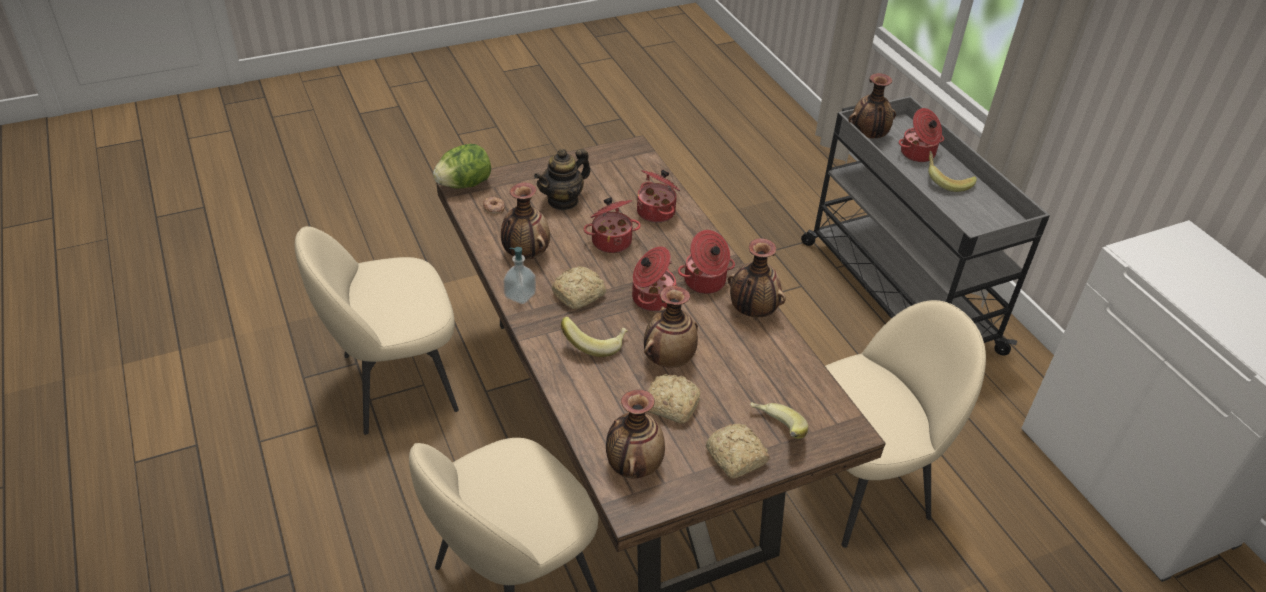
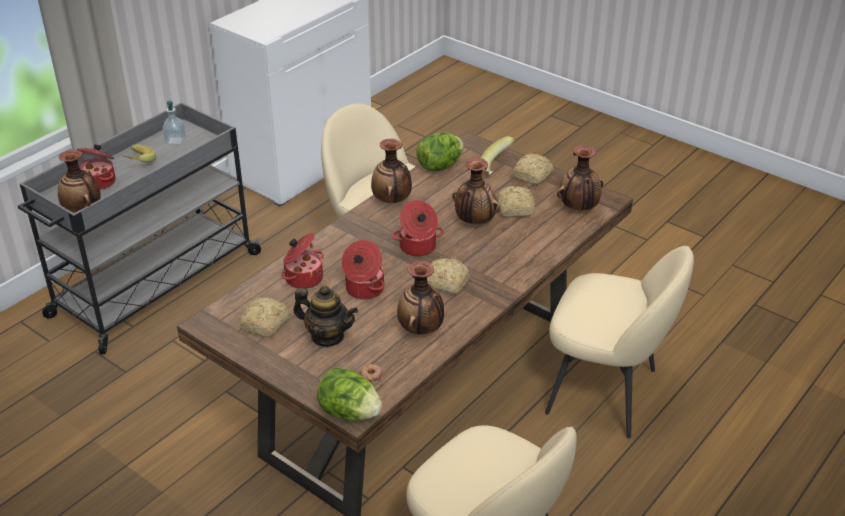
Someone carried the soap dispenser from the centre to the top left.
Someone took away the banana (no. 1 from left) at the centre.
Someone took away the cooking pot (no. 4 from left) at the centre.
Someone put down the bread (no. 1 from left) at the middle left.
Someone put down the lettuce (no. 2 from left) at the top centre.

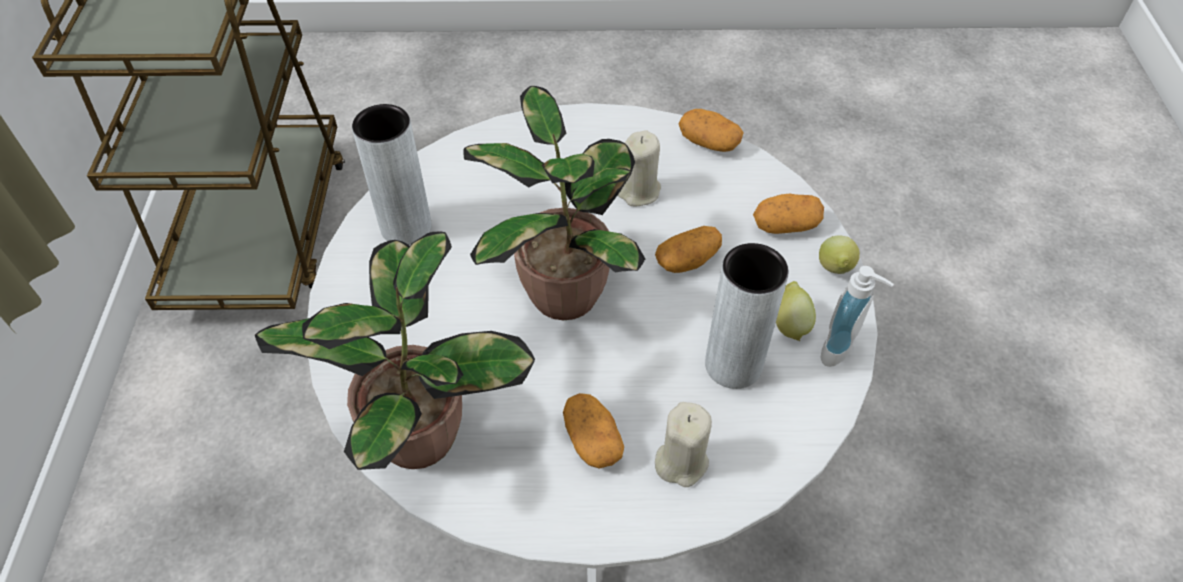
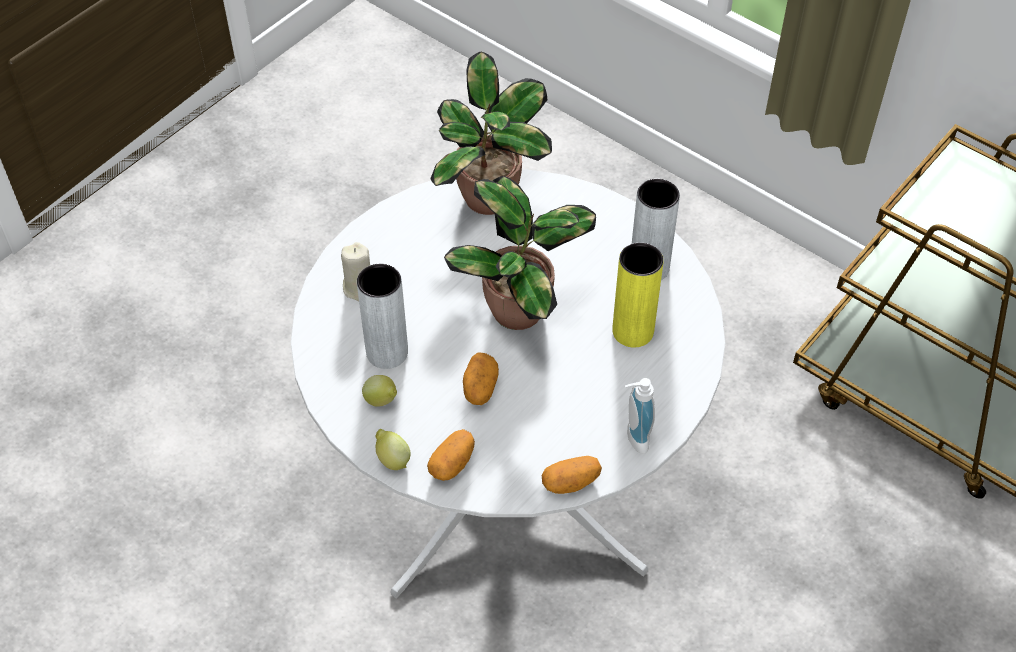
Someone took away the potato (no. 1 from left) at the bottom centre.
Someone took away the beige candle (no. 1 from left) at the top centre.
Someone carried the soap dispenser from the middle right to the centre.
Someone put down the yellow vase at the centre.

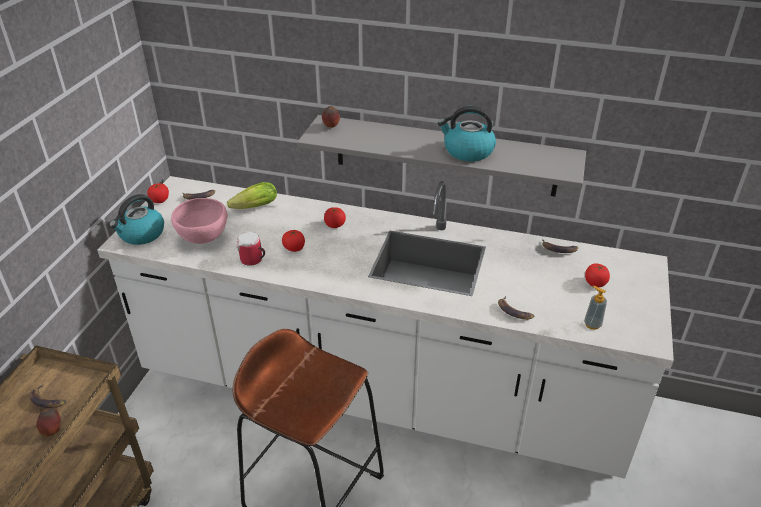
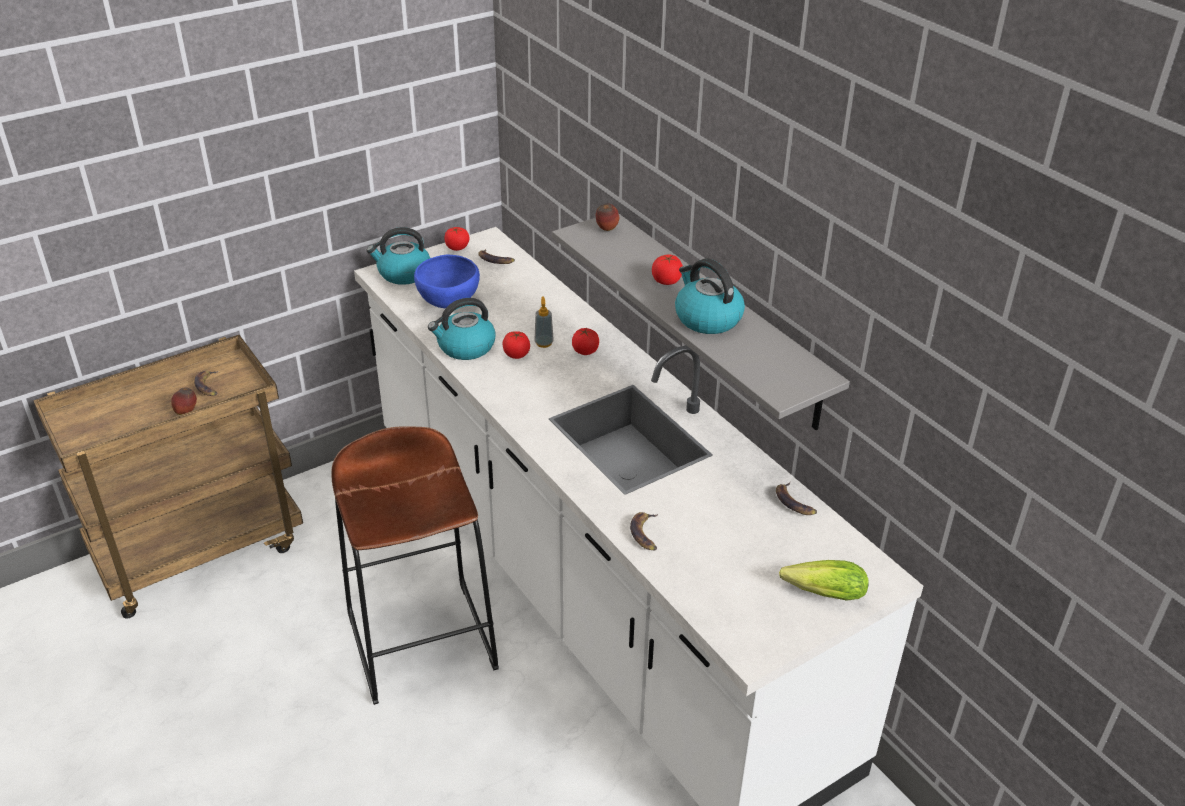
Someone repainted the pink bowl at the middle left, which became the blue bowl at the centre.
Someone carried the lettuce from the middle left to the bottom right.
Someone swapped the mug at the middle left for the kettle (no. 2 from left) at the centre.
Someone carried the soap dispenser from the middle right to the centre.
Someone carried the tomato (no. 4 from left) from the middle right to the centre.

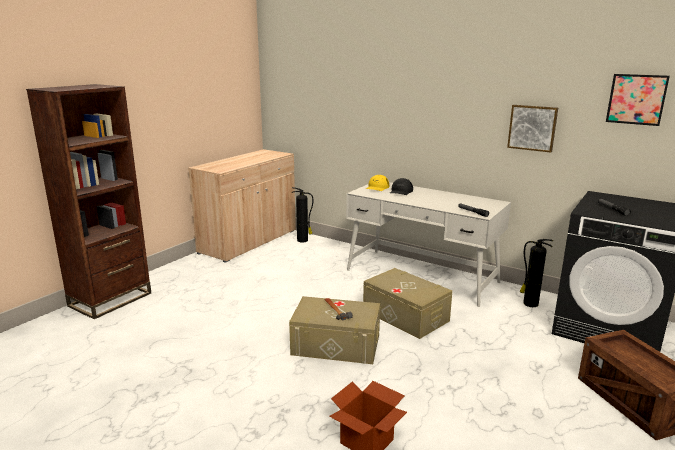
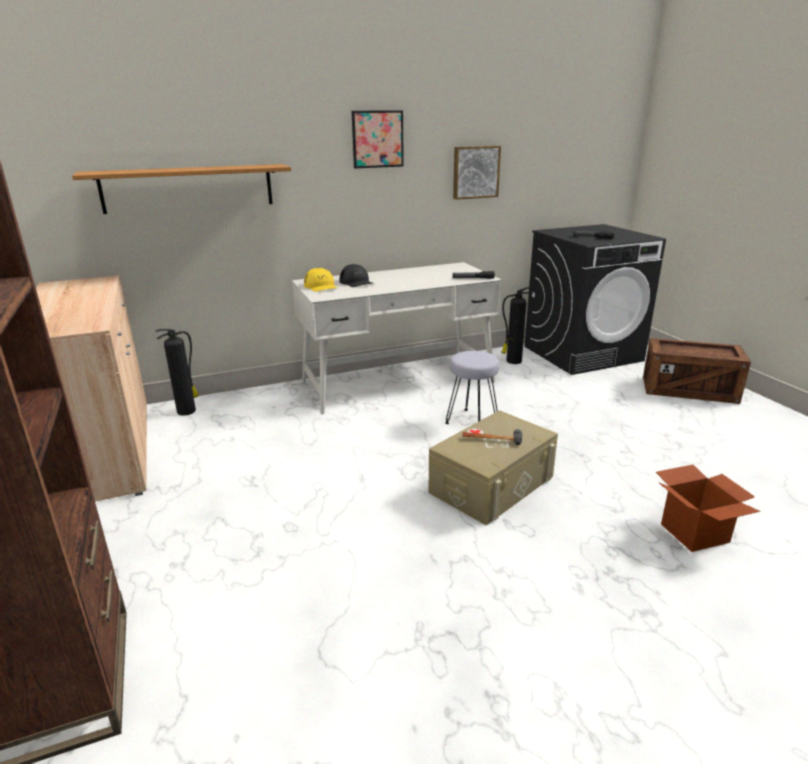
Someone swapped the beige storage box (no. 2 from left) at the bottom centre for the grey stool at the centre.
Someone carried the picture (no. 2 from left in the first image) from the top right to the top centre.
Someone put up the shelf at the top left.

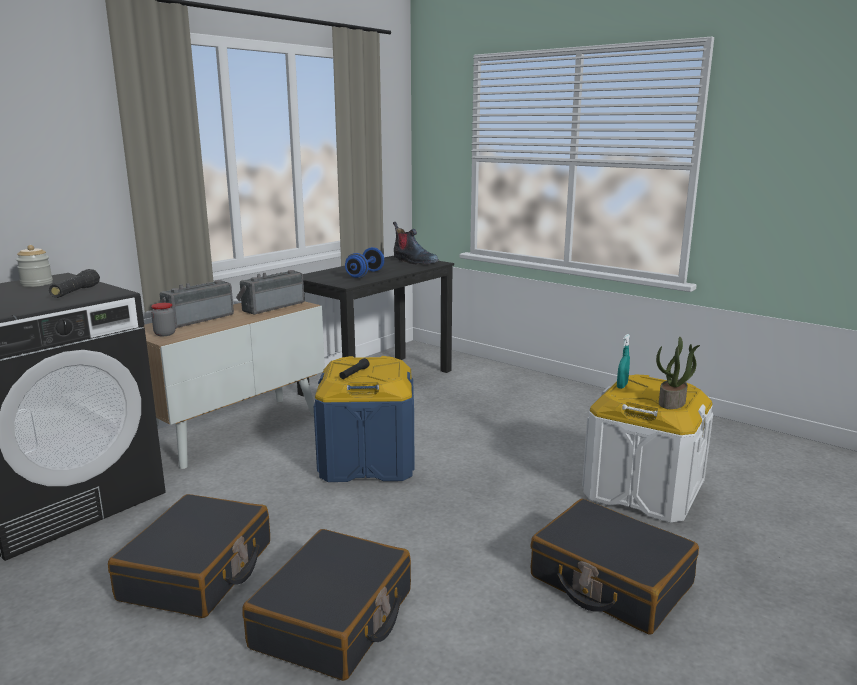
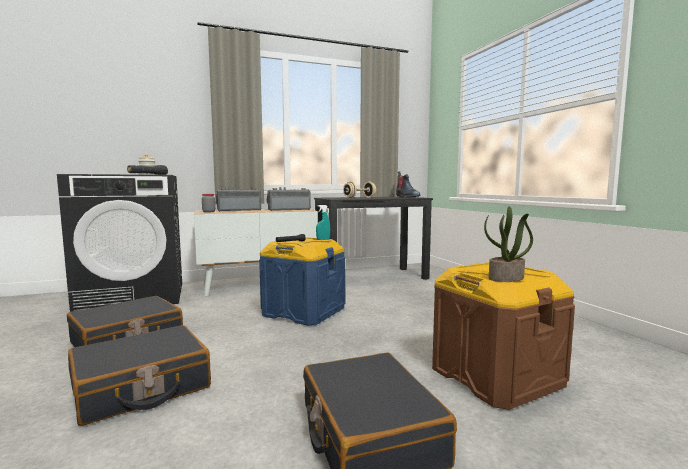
Someone repainted the blue dumbbell at the centre, which became the beige dumbbell at the centre.
Someone repainted the white storage box at the middle right, which became the brown storage box at the bottom right.
Someone carried the turquoise spray bottle from the middle right to the centre.

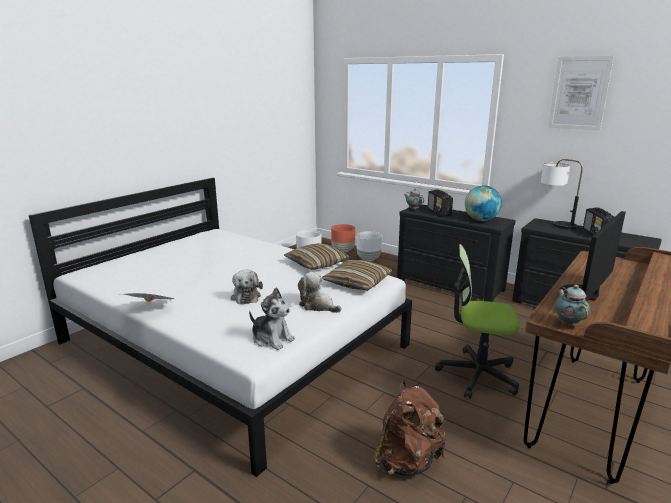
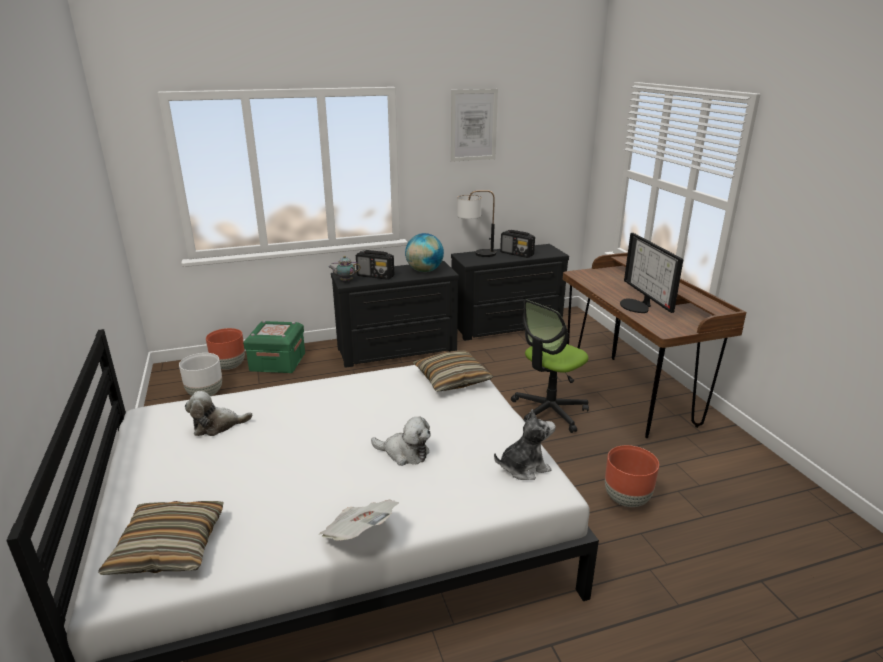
Someone carried the pillow (no. 1 from left) from the centre to the bottom left.
Someone carried the plush toy (no. 3 from left in the first image) from the centre to the middle left.
Someone swapped the white planter (no. 2 from left) at the centre for the green storage box at the middle left.
Someone swapped the brown backpack at the bottom centre for the brown planter (no. 2 from left) at the bottom right.
Someone took away the teapot (no. 2 from left) at the middle right.

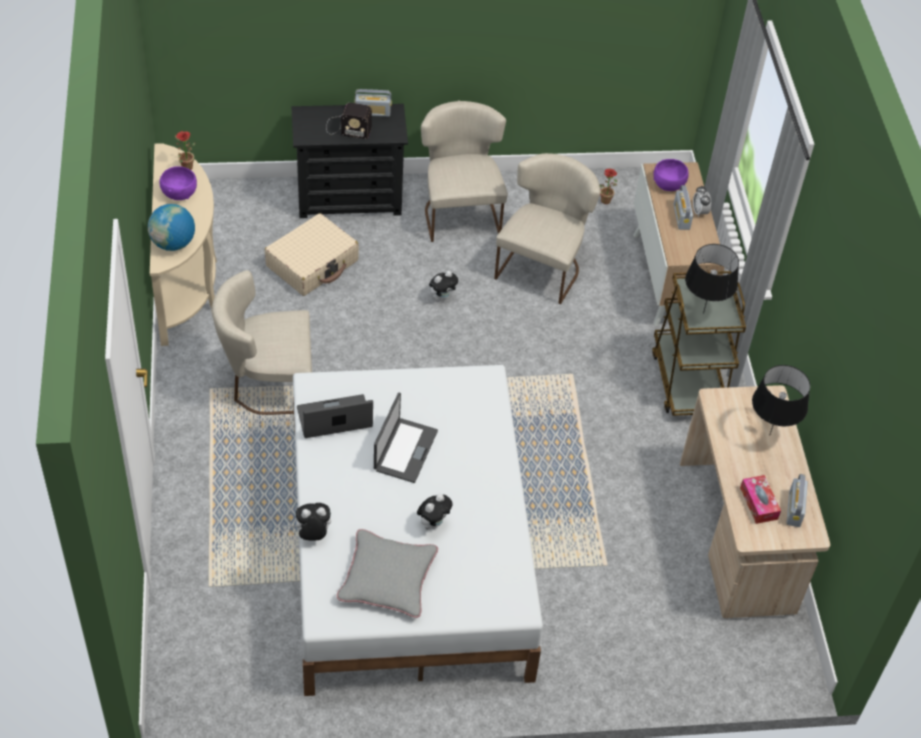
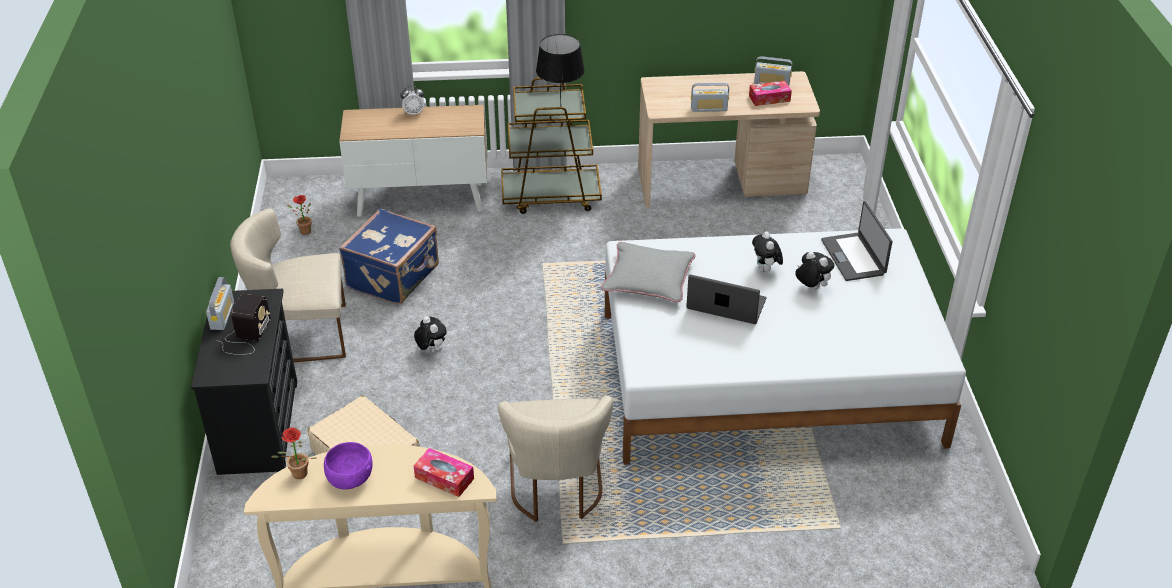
Someone swapped the globe at the top left for the tissue box (no. 1 from left) at the bottom centre.
Someone carried the plush toy (no. 1 from left in the first image) from the bottom centre to the centre.
Someone carried the laptop (no. 1 from left in the first image) from the centre to the middle right.
Someone carried the grey pillow from the bottom centre to the centre.
Someone swapped the beige chair (no. 3 from left) at the top centre for the blue suitcase at the middle left.
Someone took away the purple bowl (no. 2 from left) at the top right.
Someone carried the radio (no. 3 from left) from the top right to the top centre.
Someone took away the black table lamp (no. 2 from left) at the middle right.

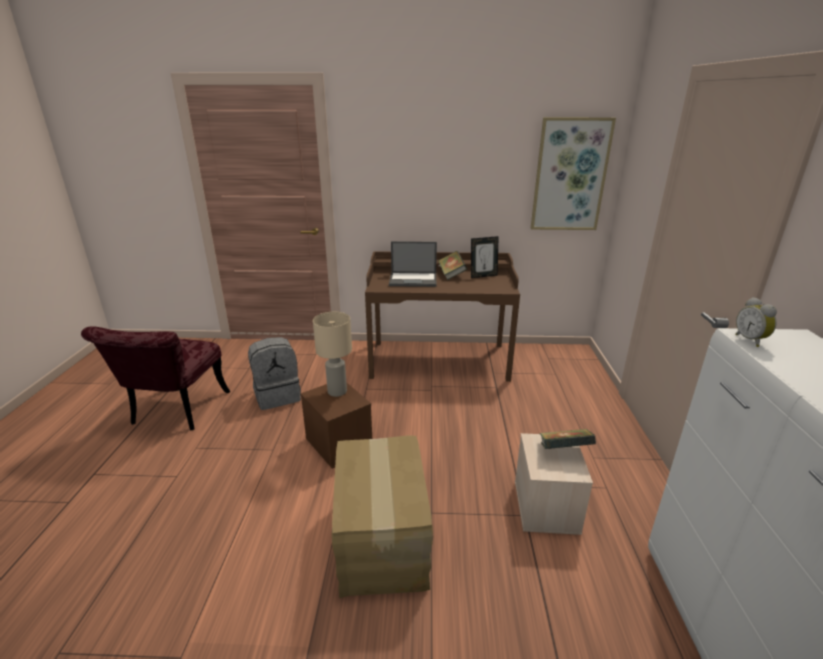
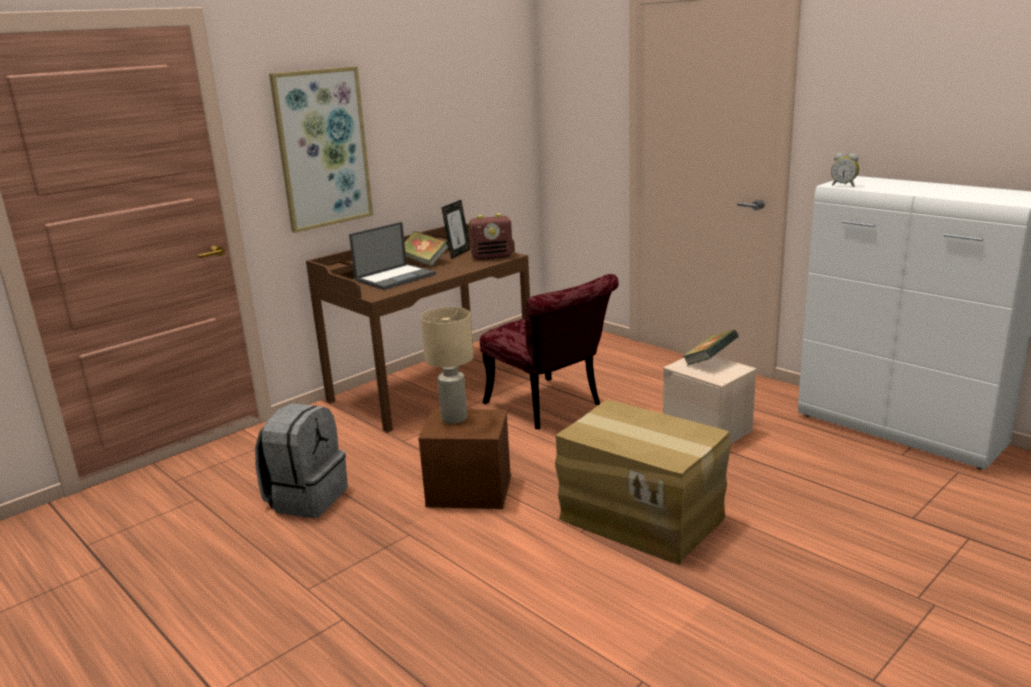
Someone carried the red chair from the middle left to the centre.
Someone carried the picture from the top right to the top left.
Someone put down the radio at the centre.

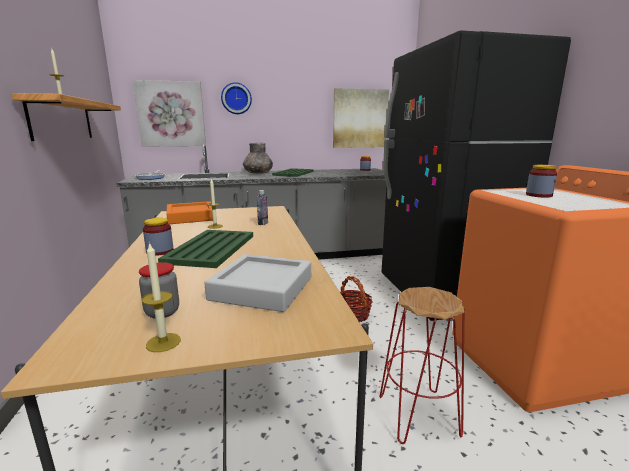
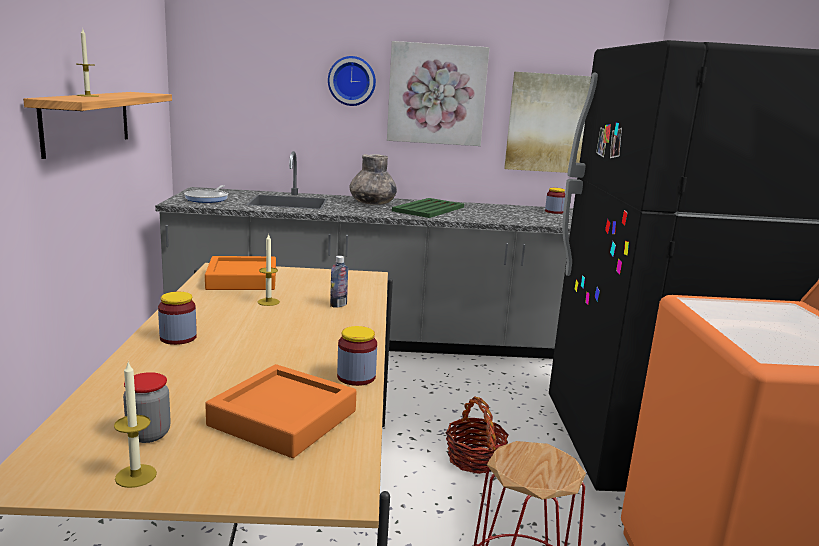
Someone carried the picture (no. 1 from left) from the top left to the top centre.
Someone took away the green tray (no. 1 from left) at the middle left.
Someone repainted the grey tray at the centre, which became the orange tray (no. 2 from left) at the bottom centre.
Someone carried the jar (no. 4 from left in the first image) from the middle right to the centre.

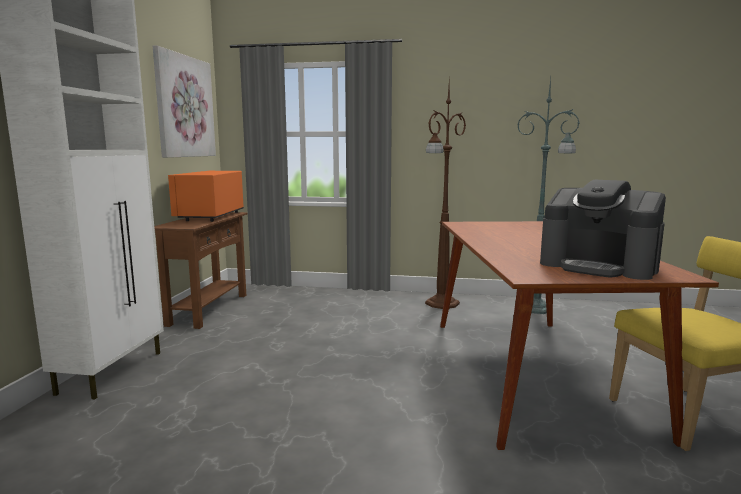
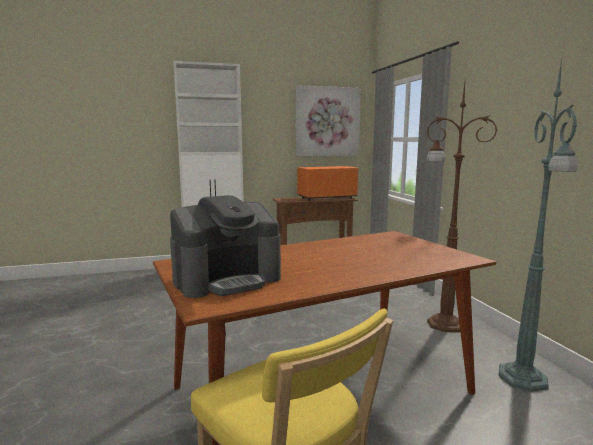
Someone rotated the coffee machine at the middle right by 135 degrees counterclockwise.

